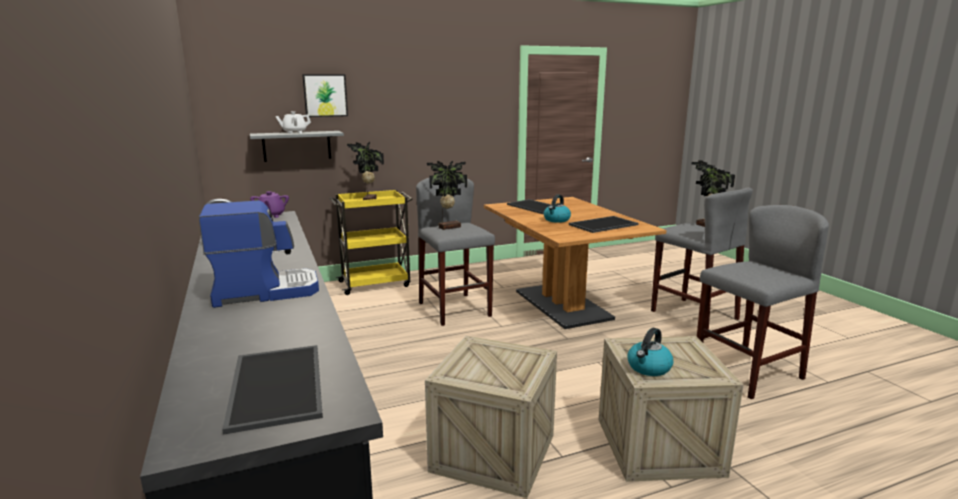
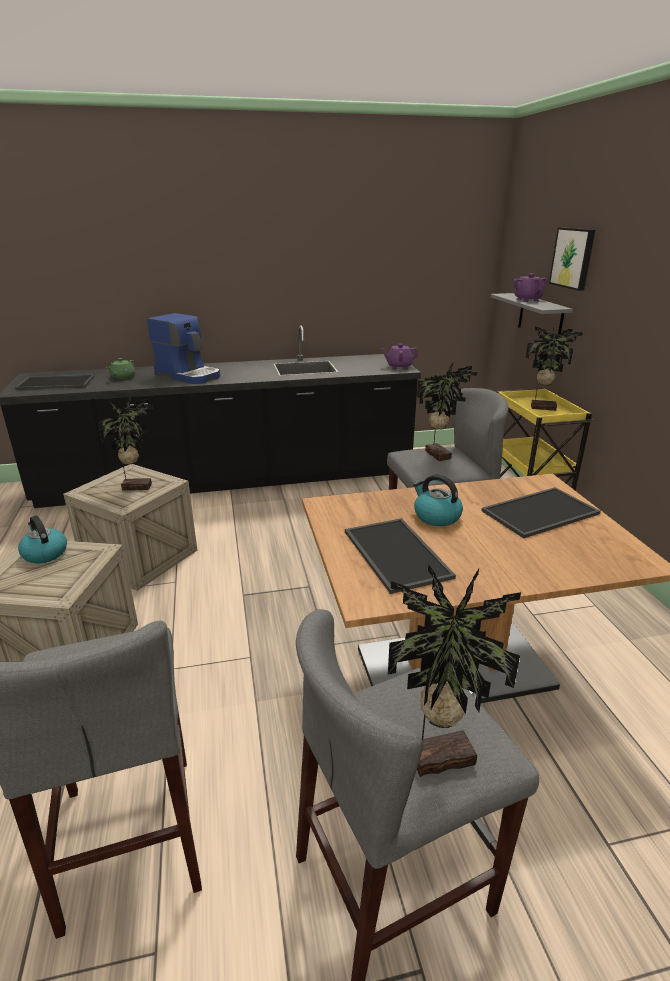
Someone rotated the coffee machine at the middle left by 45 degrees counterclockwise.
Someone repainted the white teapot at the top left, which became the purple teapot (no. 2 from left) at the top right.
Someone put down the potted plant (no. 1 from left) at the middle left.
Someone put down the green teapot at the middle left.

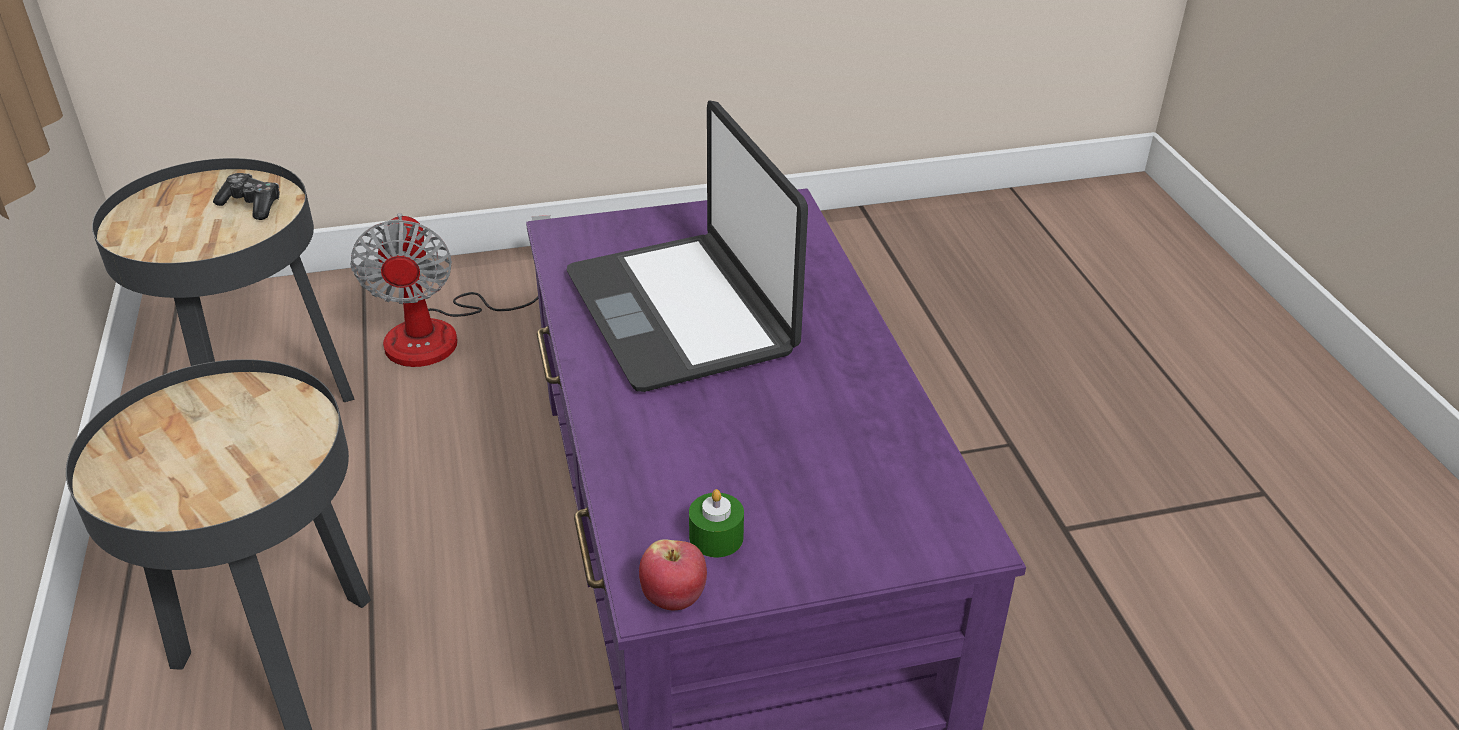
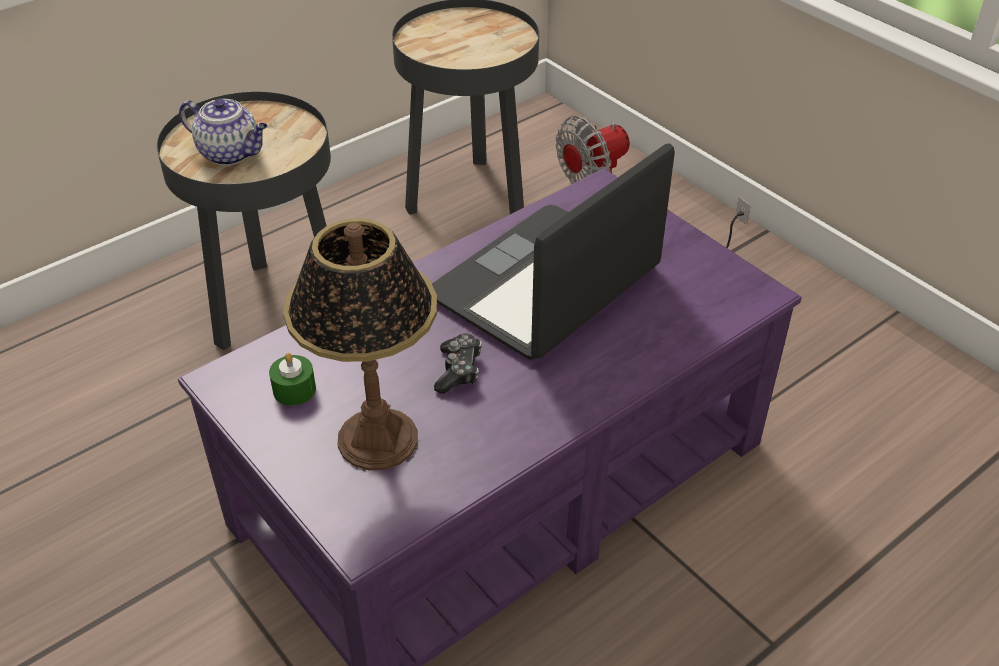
Someone carried the game controller from the top left to the centre.
Someone took away the apple at the bottom centre.
Someone put down the teapot at the top left.
Someone put down the table lamp at the centre.

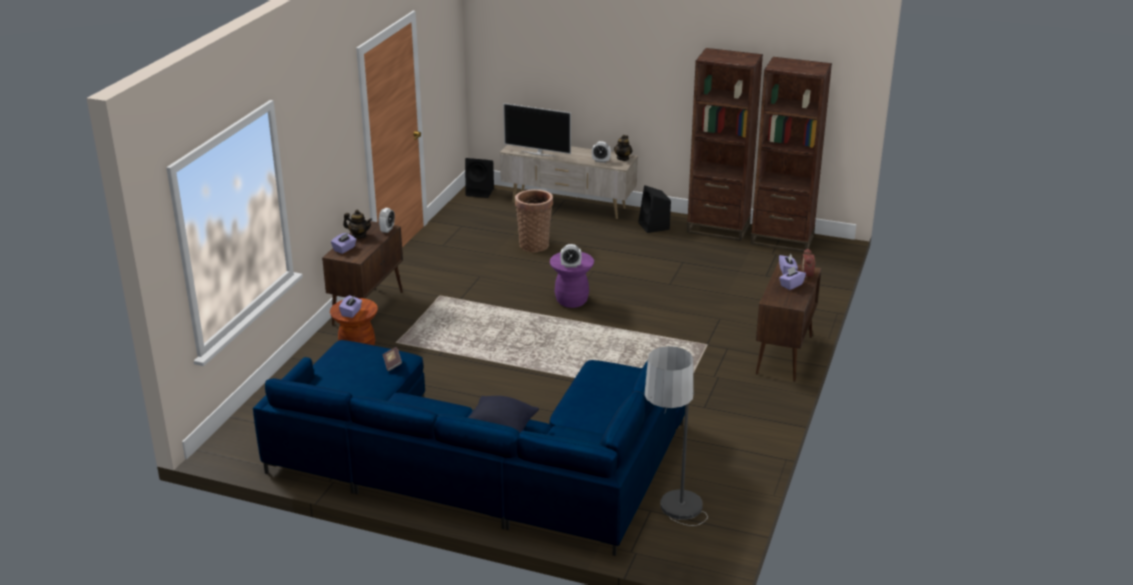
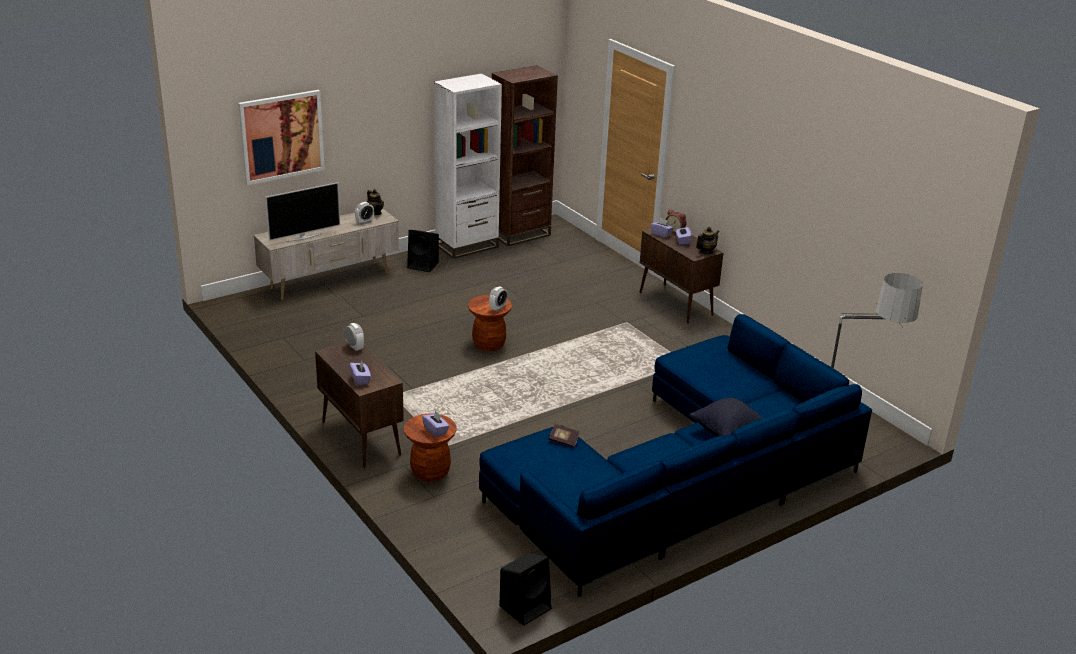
Someone carried the teapot (no. 1 from left in the first image) from the middle left to the centre.
Someone carried the black speaker (no. 1 from left in the first image) from the top centre to the bottom centre.
Someone took away the basket at the centre.
Someone repainted the purple stool at the centre, which became the brown stool (no. 2 from left) at the centre.
Someone repainted the brown bookcase (no. 1 from left) at the top centre, which became the white bookcase at the top centre.
Someone put up the picture at the top left.

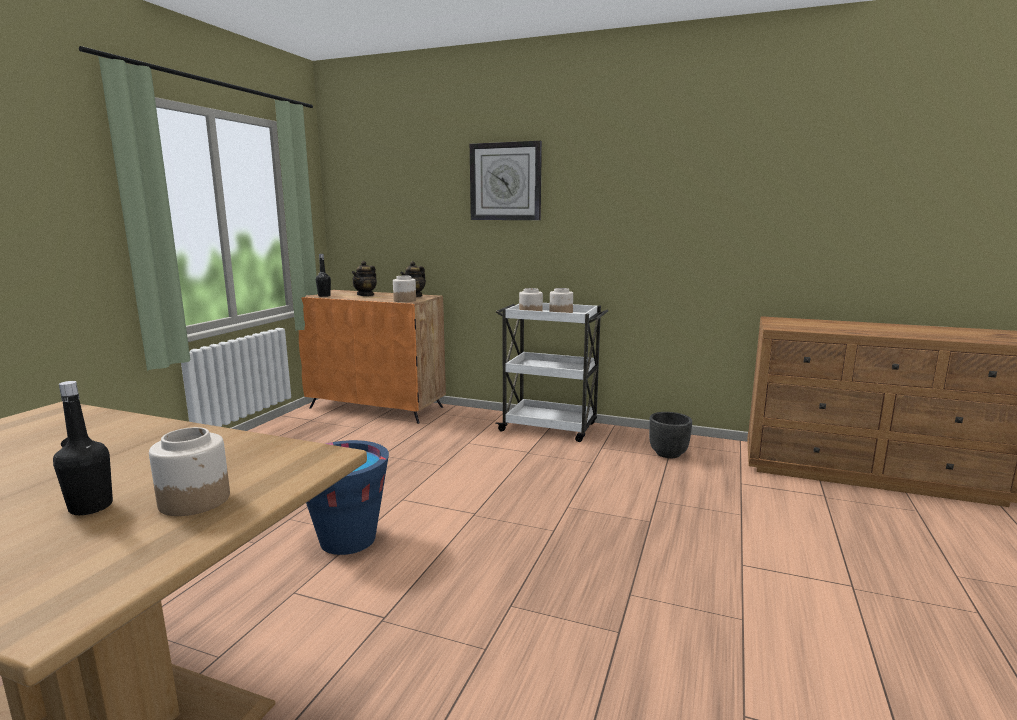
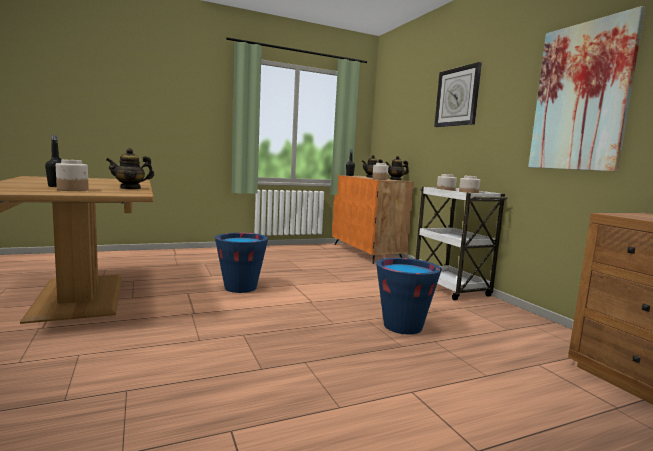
Someone took away the black planter at the centre.
Someone put down the teapot (no. 1 from left) at the middle left.
Someone put down the blue bucket (no. 2 from left) at the centre.
Someone put up the picture at the top right.

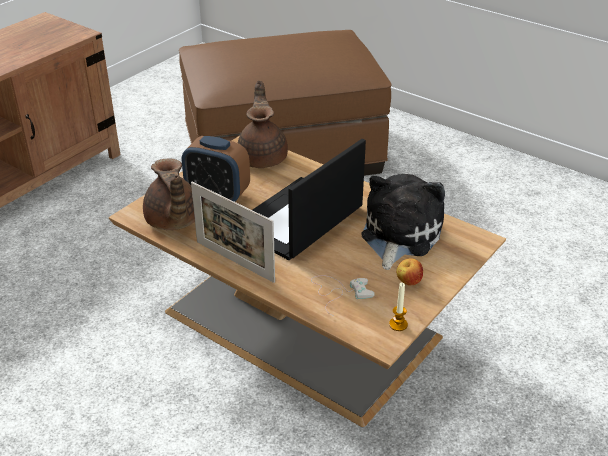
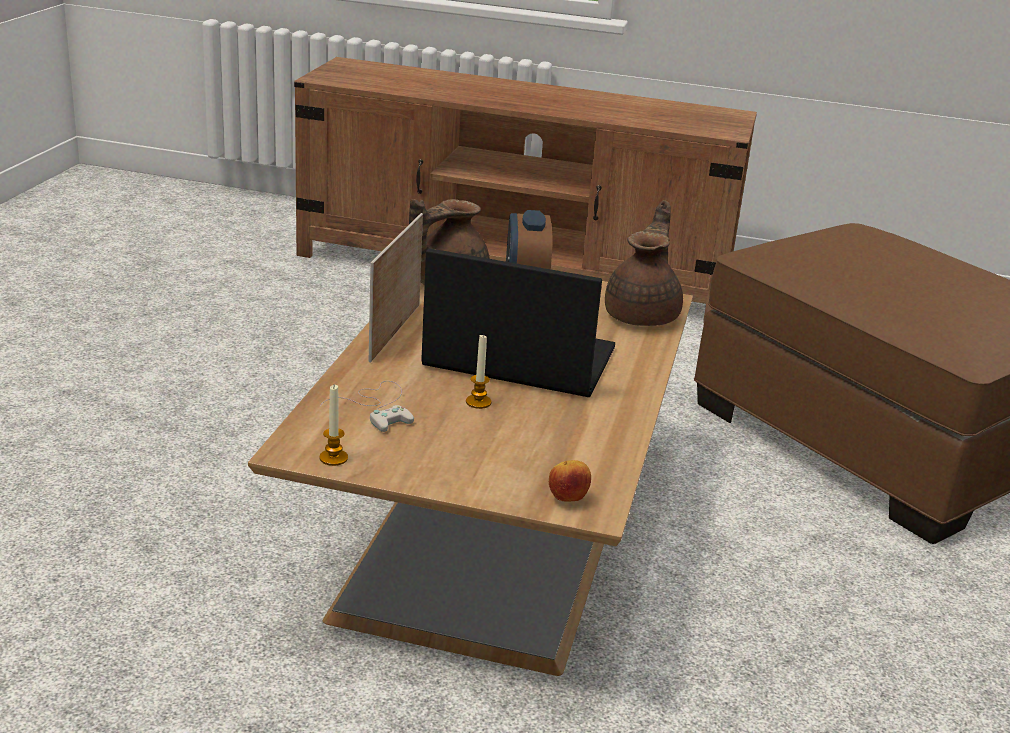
Someone rotated the brown teapot (no. 2 from left) at the top centre by 45 degrees counterclockwise.
Someone took away the plush toy at the centre.
Someone carried the apple from the middle right to the centre.
Someone put down the candle (no. 2 from left) at the centre.

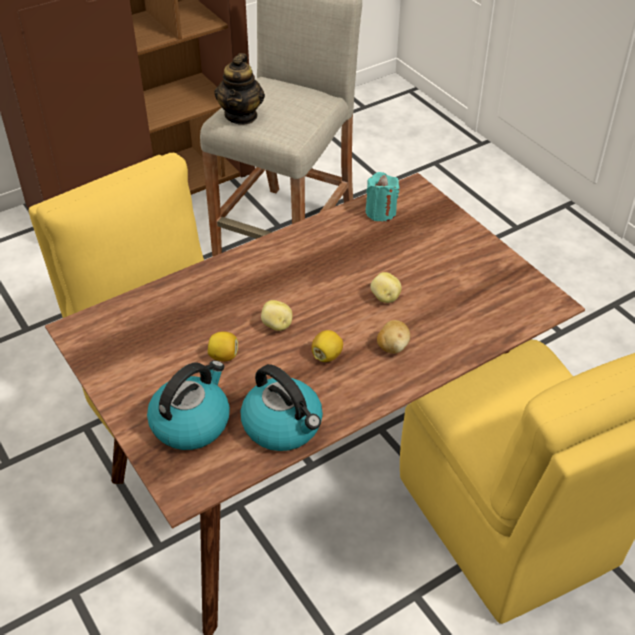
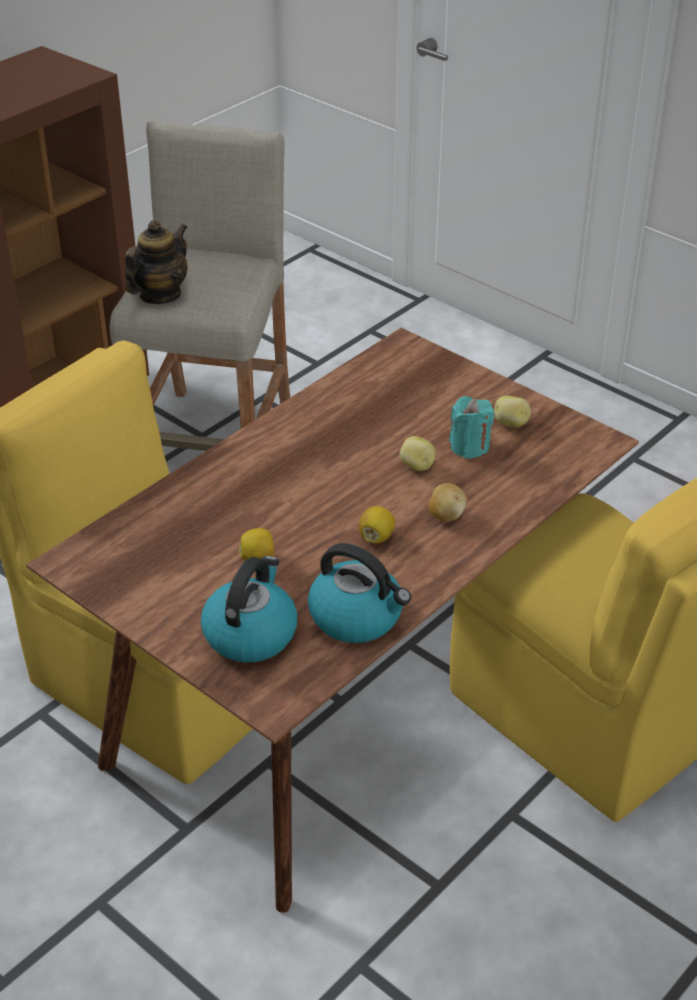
Someone rotated the teapot at the top centre by 135 degrees counterclockwise.
Someone carried the potato (no. 1 from left in the first image) from the centre to the middle right.
Someone carried the turquoise candle from the top centre to the middle right.

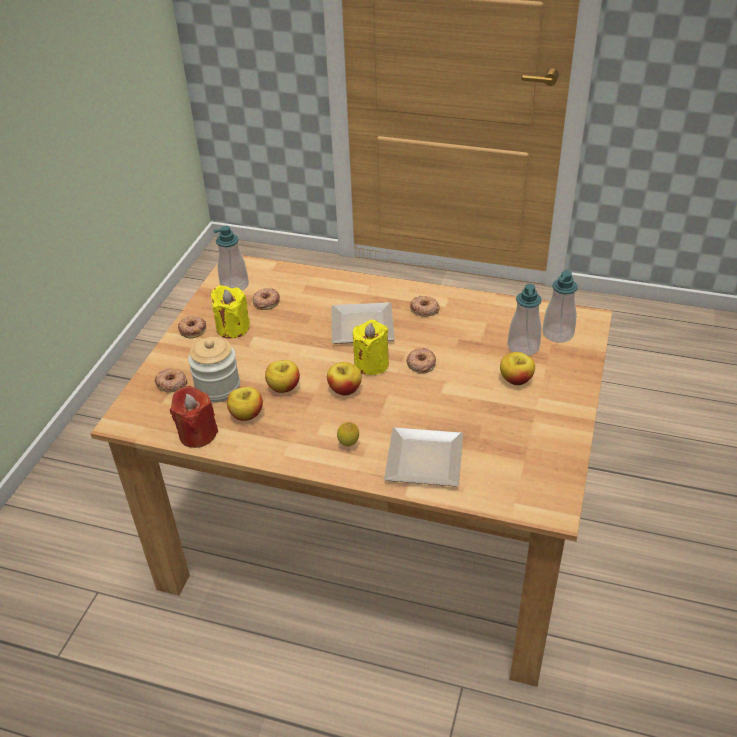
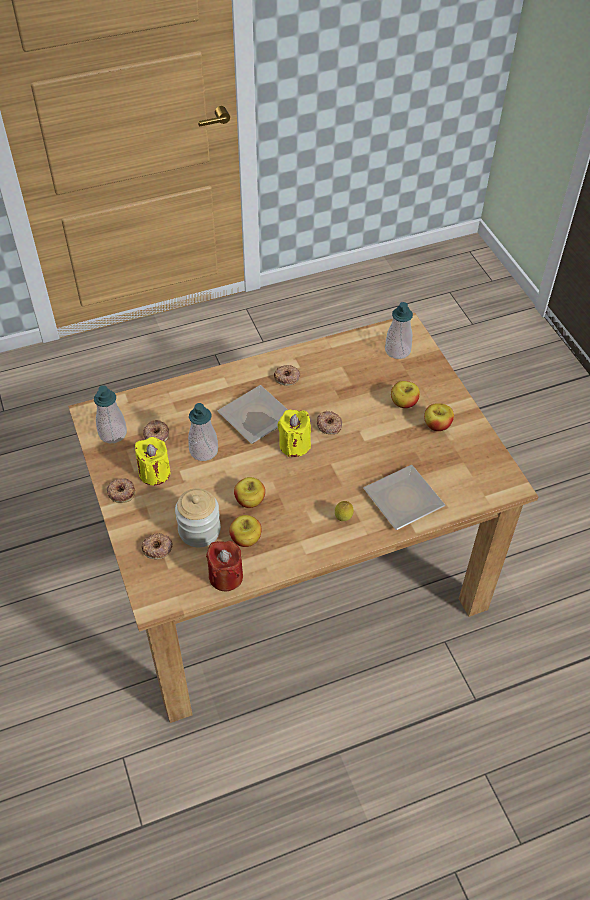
Someone carried the apple (no. 3 from left in the first image) from the centre to the middle right.
Someone carried the soap dispenser (no. 2 from left) from the middle right to the centre.

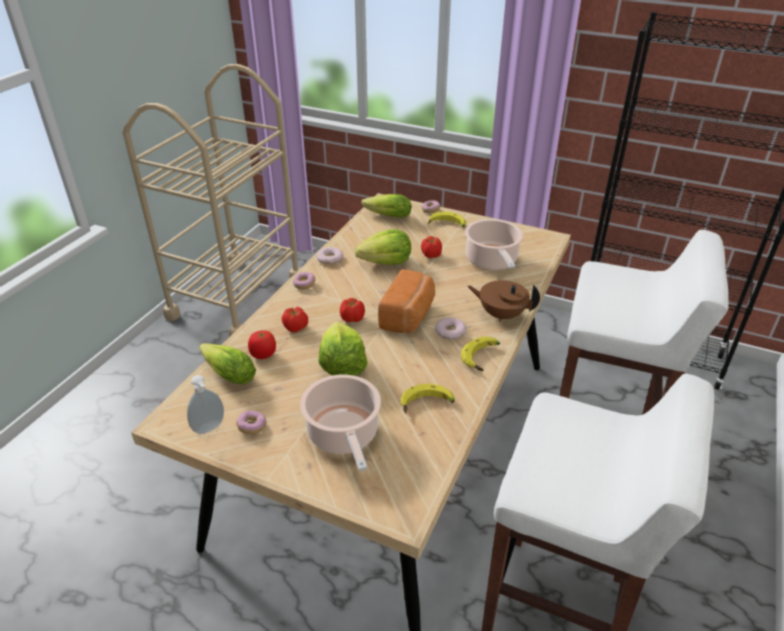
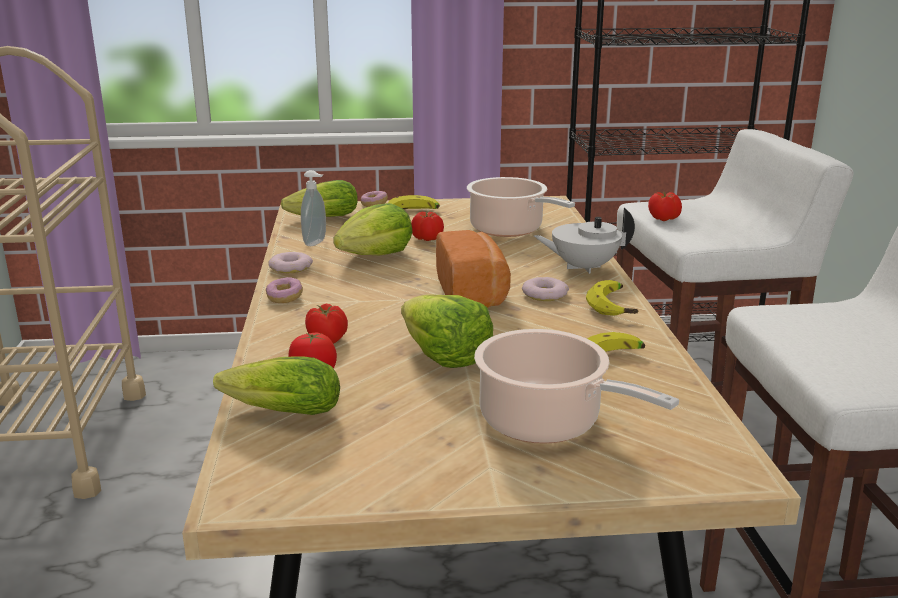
Someone carried the soap dispenser from the middle left to the centre.
Someone took away the donut (no. 1 from left) at the bottom left.
Someone carried the tomato (no. 3 from left in the first image) from the centre to the middle right.
Someone repainted the brown teapot at the centre, which became the white teapot at the centre.

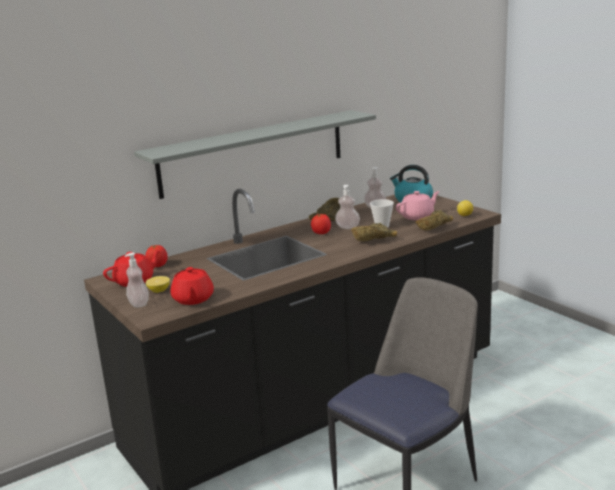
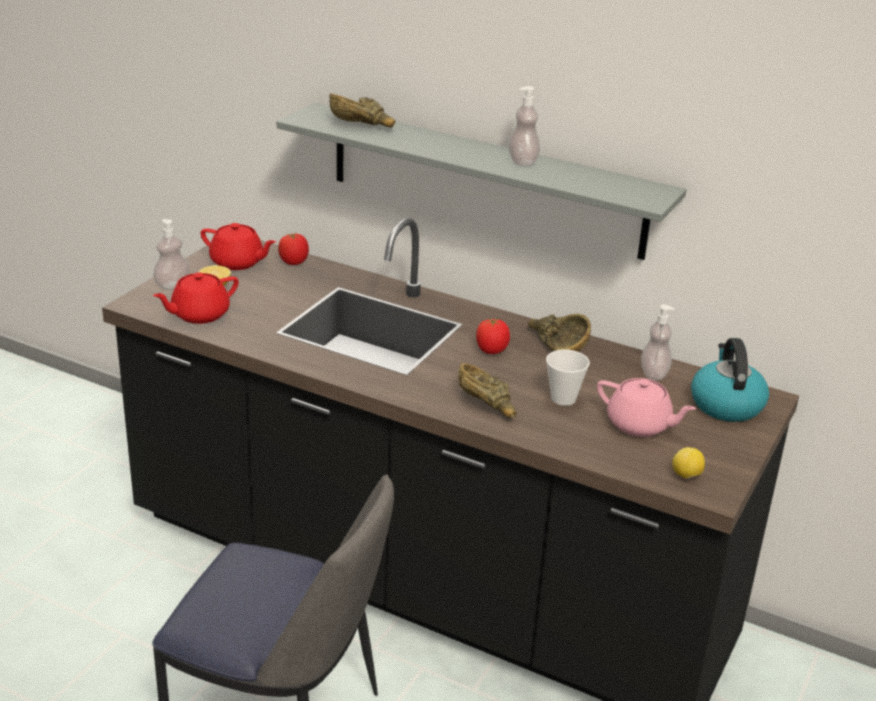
Someone carried the soap dispenser (no. 2 from left) from the centre to the top centre.
Someone carried the brown bowl (no. 3 from left in the first image) from the middle right to the top centre.

